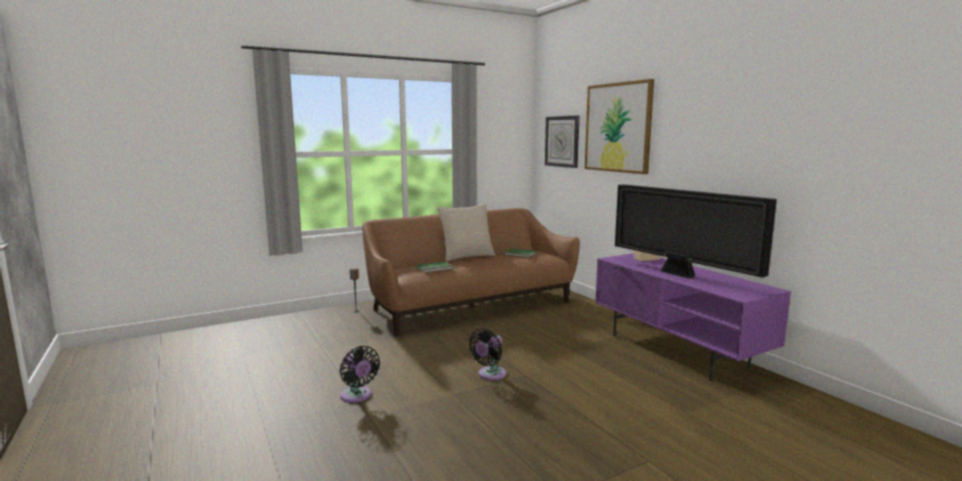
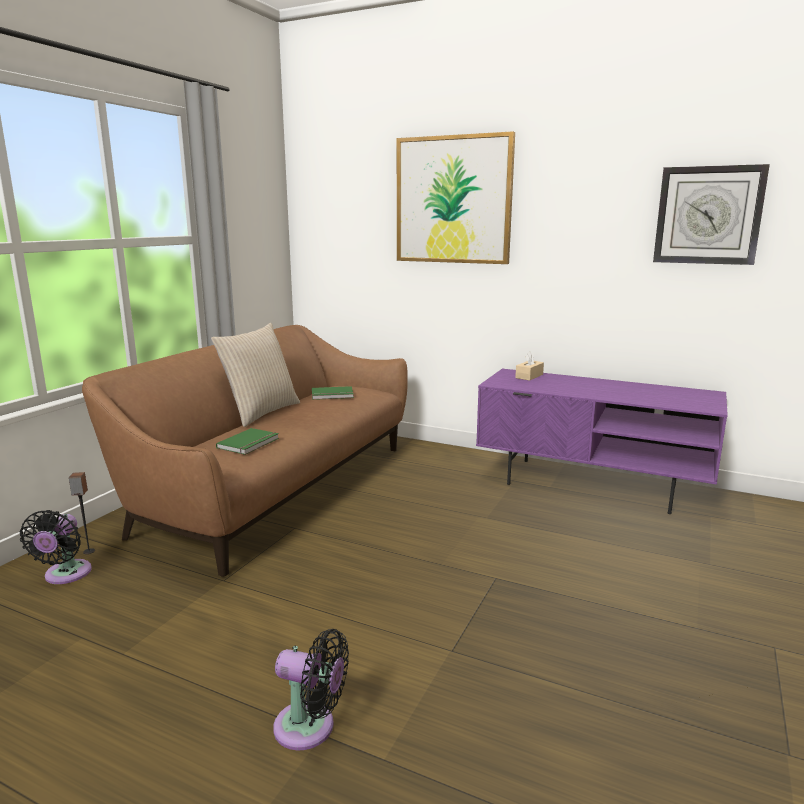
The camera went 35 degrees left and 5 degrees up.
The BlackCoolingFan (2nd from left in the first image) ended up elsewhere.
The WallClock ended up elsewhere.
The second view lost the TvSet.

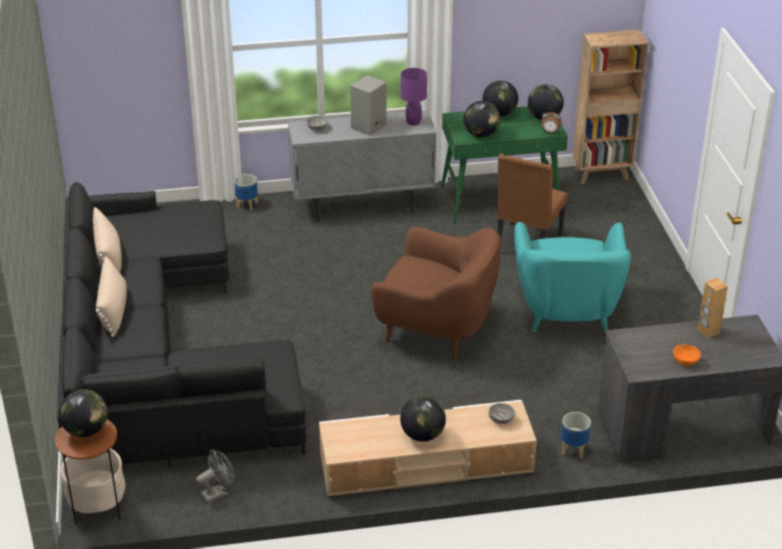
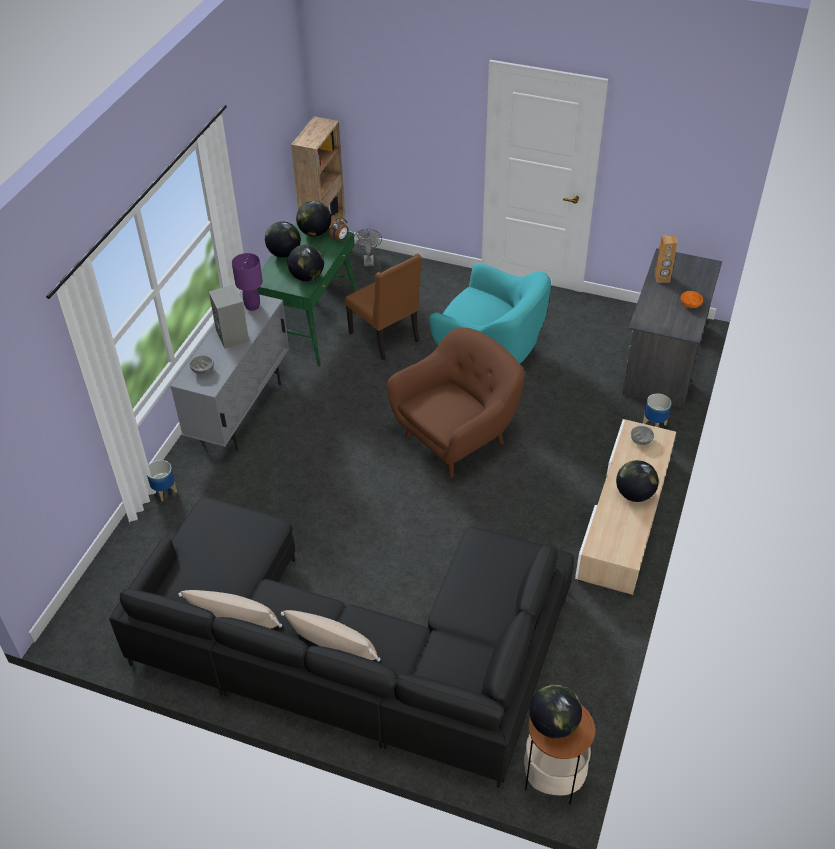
The camera went 60 degrees left and 10 degrees up.
The GrayCoolingFan ended up elsewhere.

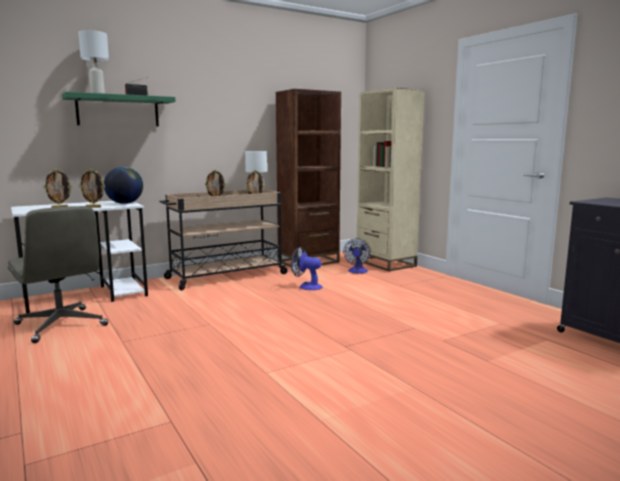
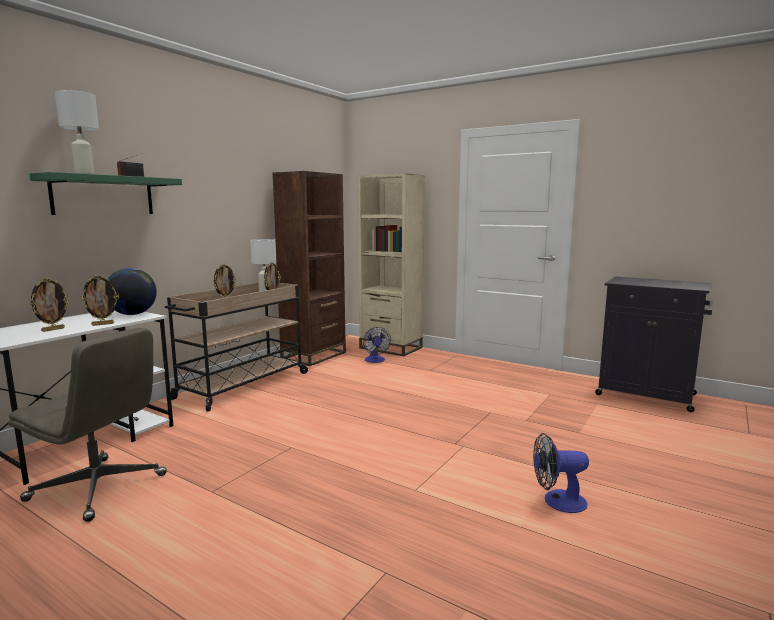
The camera went 25 degrees left and 0 degrees up.
The CoolingFan (1st from left in the first image) ended up elsewhere.

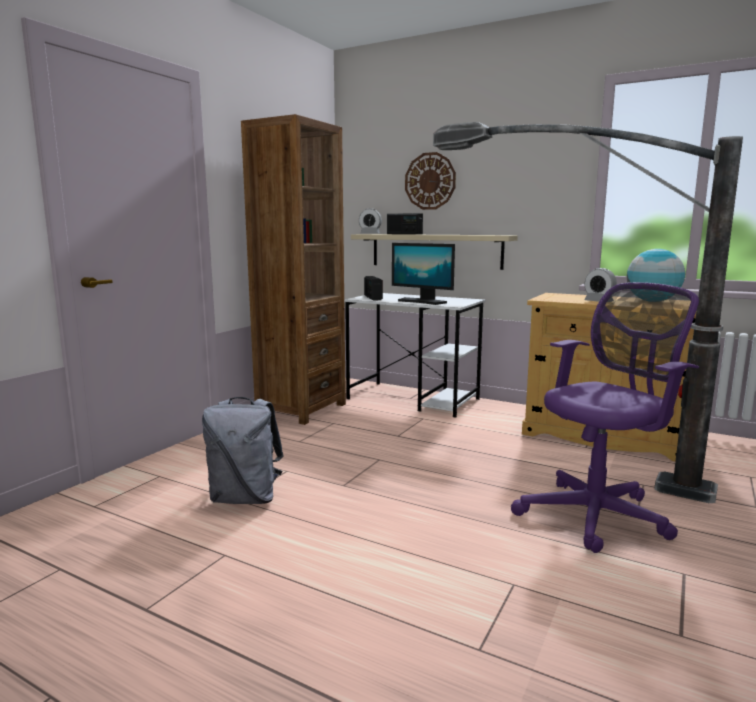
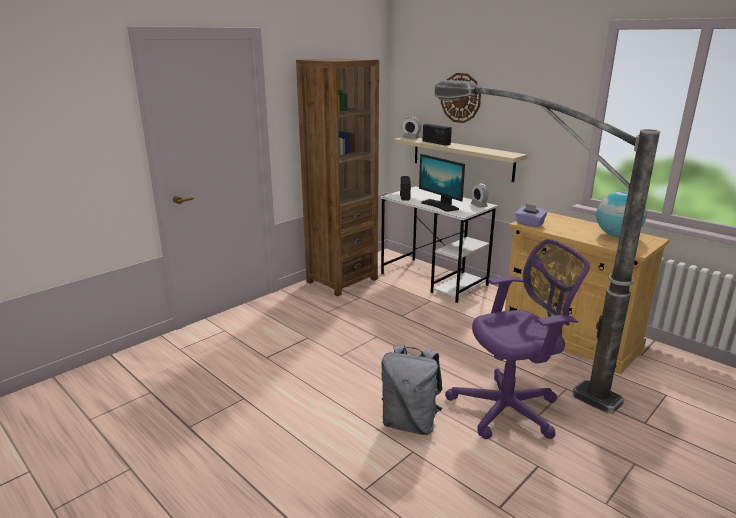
The camera went 15 degrees right and 10 degrees up.
The GrayBackpack ended up elsewhere.
The BedsideClock (2nd from left) ended up elsewhere.
The second view gained the PurplishTissueHolder.

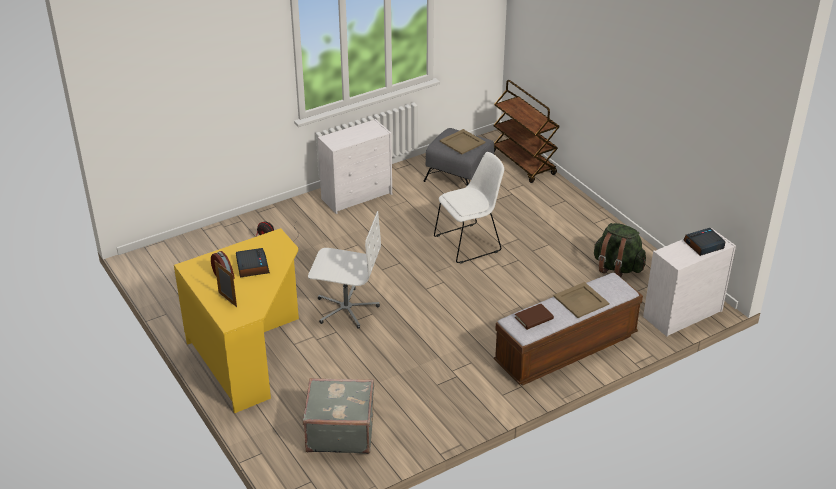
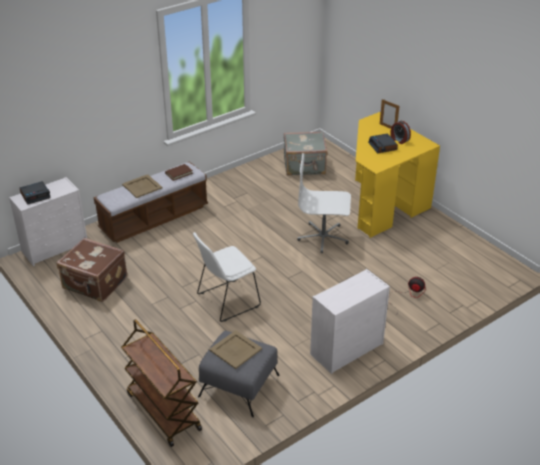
The camera went 175 degrees right and 0 degrees up.
Where the GreenBackpack stood, the BrownPieceOfLuggage came to stand.

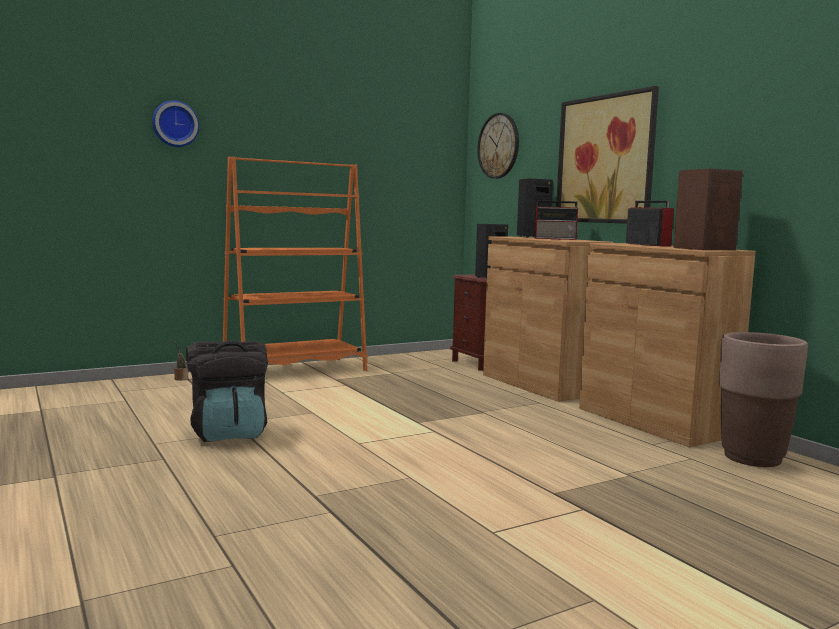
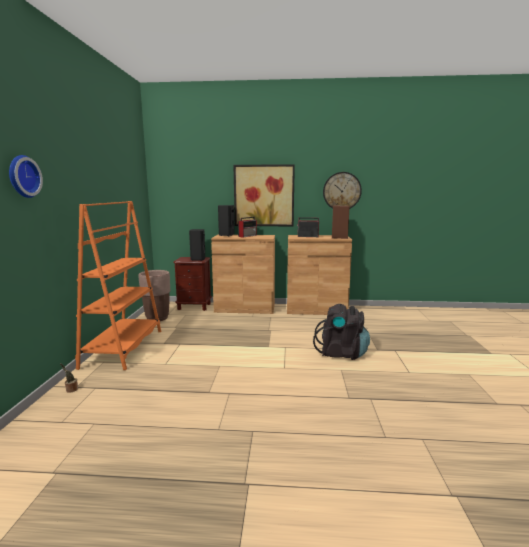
The camera went 55 degrees left and 5 degrees up.
The BlackBackpack ended up elsewhere.
The WallClock (2nd from left) ended up elsewhere.
The BrownPlantPot ended up elsewhere.

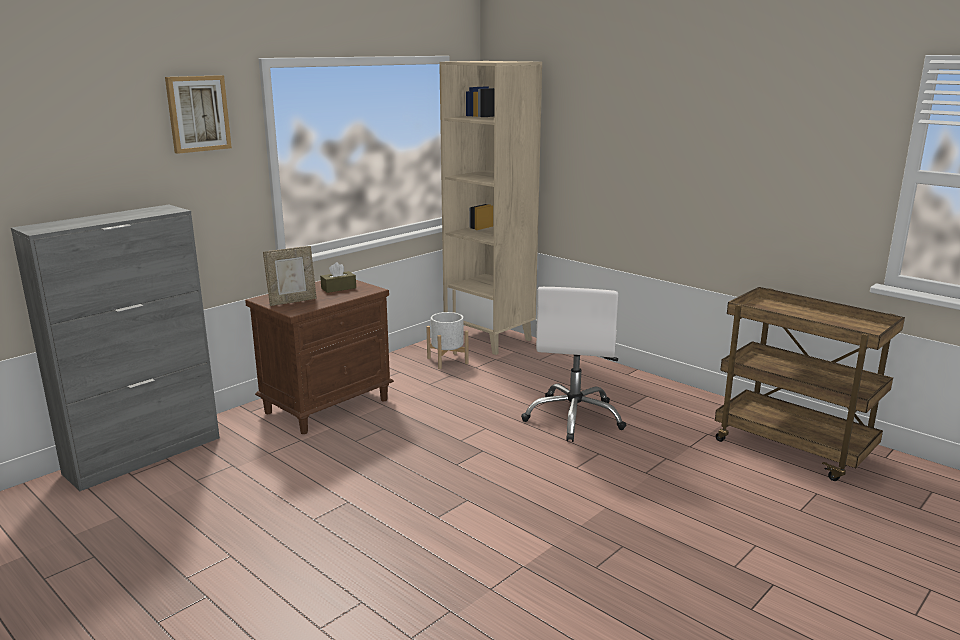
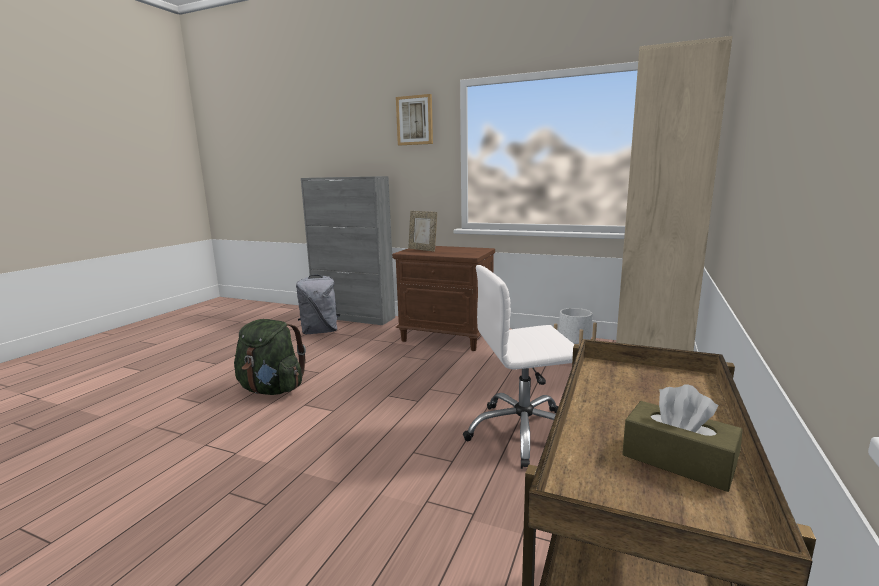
The camera went 70 degrees right and 5 degrees down.
The BrownTissueHolder ended up elsewhere.
The second view gained the GreenBackpack.
The second view gained the GrayBackpack.

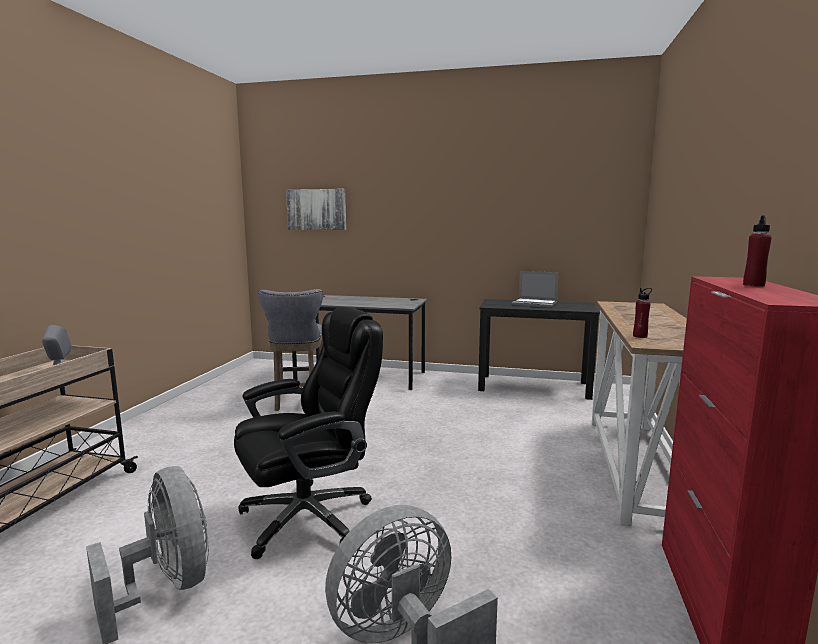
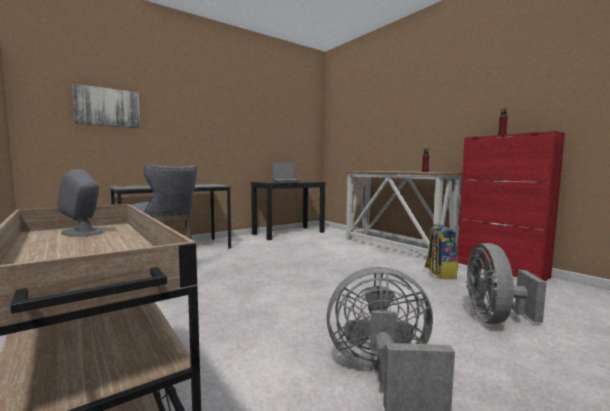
The camera went 50 degrees left and 5 degrees down.
The second view lost the BlackOfficeChair.
The second view gained the Backpack.

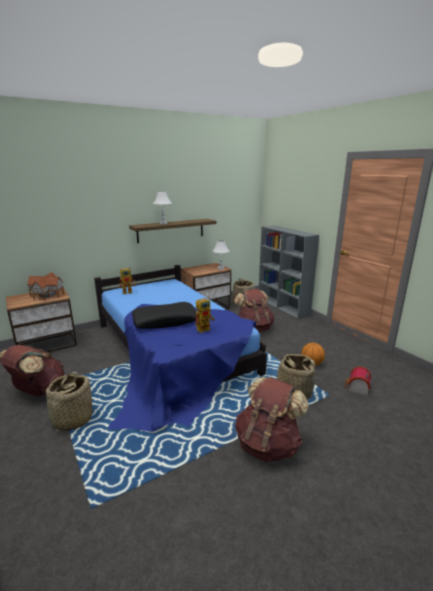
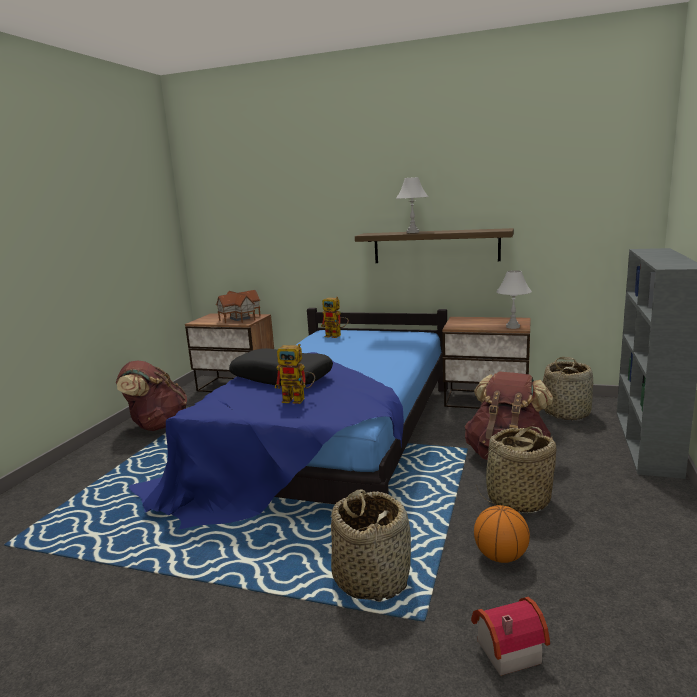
The camera went 50 degrees right and 5 degrees down.
The Basket (1st from left in the first image) ended up elsewhere.
The second view lost the BrownBackpack (3rd from left).

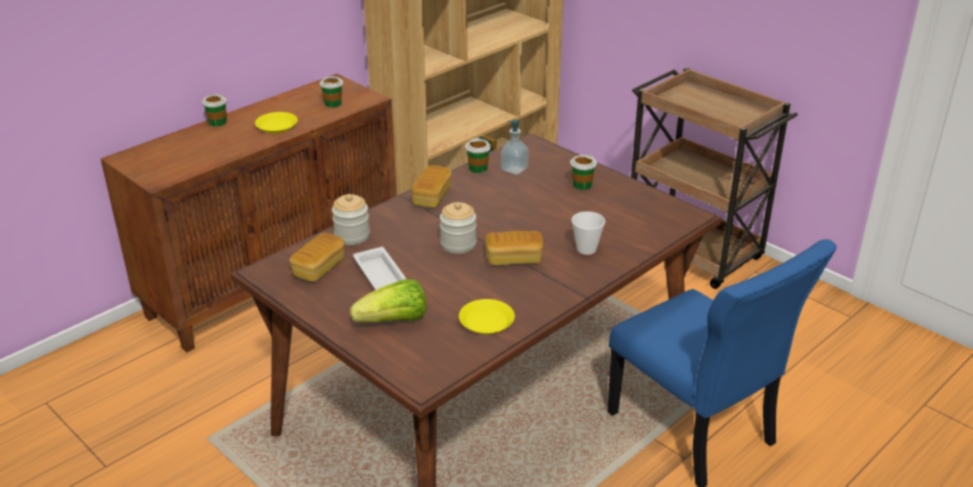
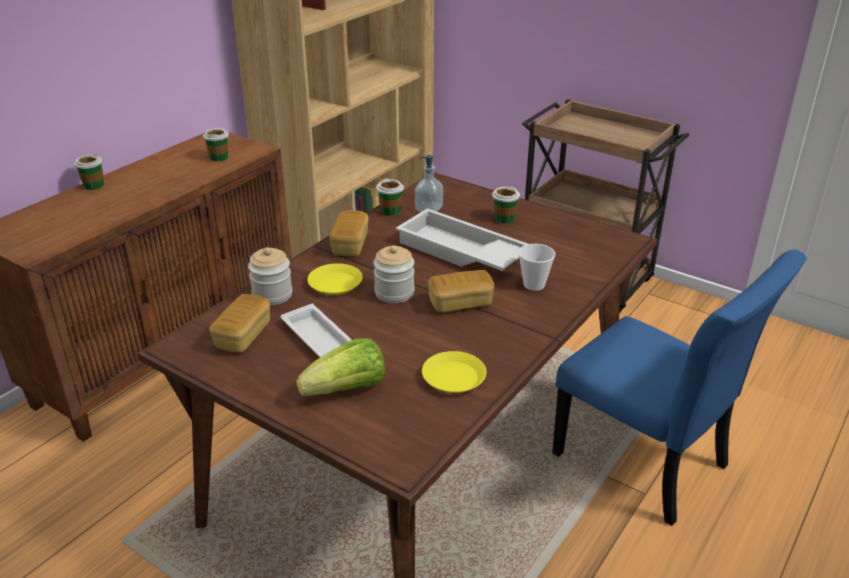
The camera went 10 degrees left and 0 degrees up.
The YellowColouredPlate (1st from left) ended up elsewhere.
The second view gained the WhitishServingTray (2nd from left).

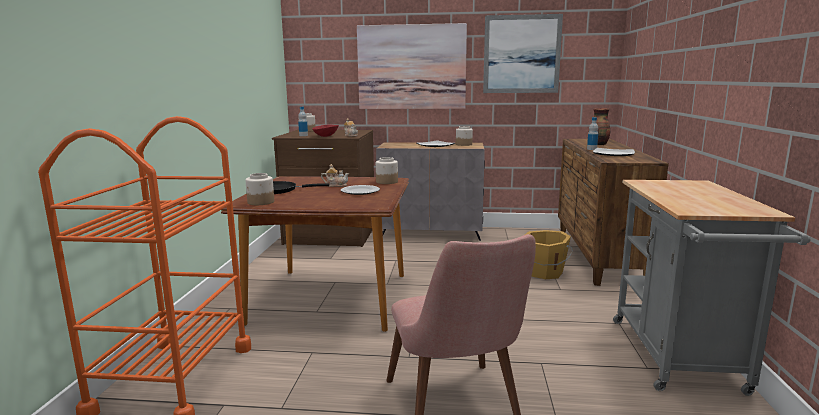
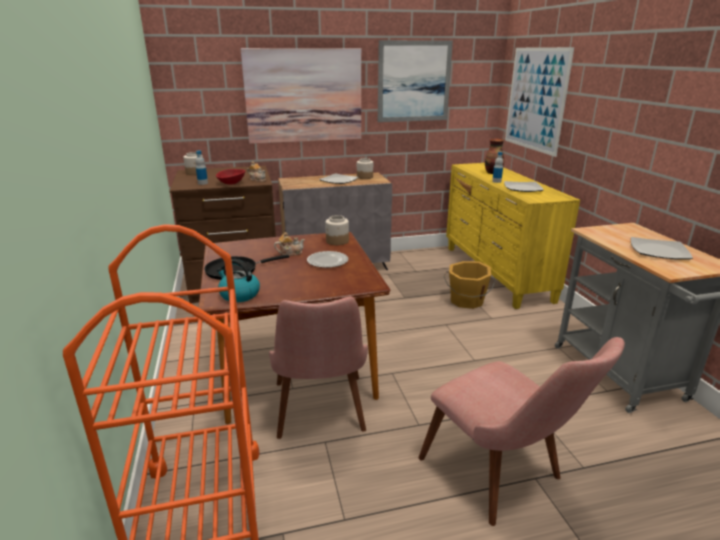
The camera went 20 degrees left and 10 degrees up.
Where the StorageJar (1st from left) stood, the TeaKettle came to stand.
What was the BrownDresser (2nd from left) turned into the YellowColouredDresser.
The second view gained the PinkishPlainChair (1st from left).
The second view gained the WallPicture (3rd from left).
The second view gained the Plate (4th from left).

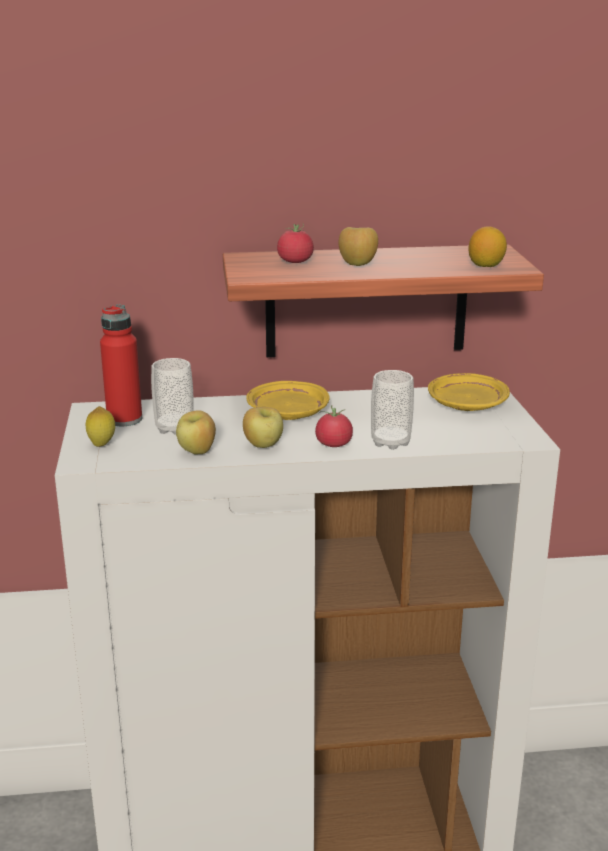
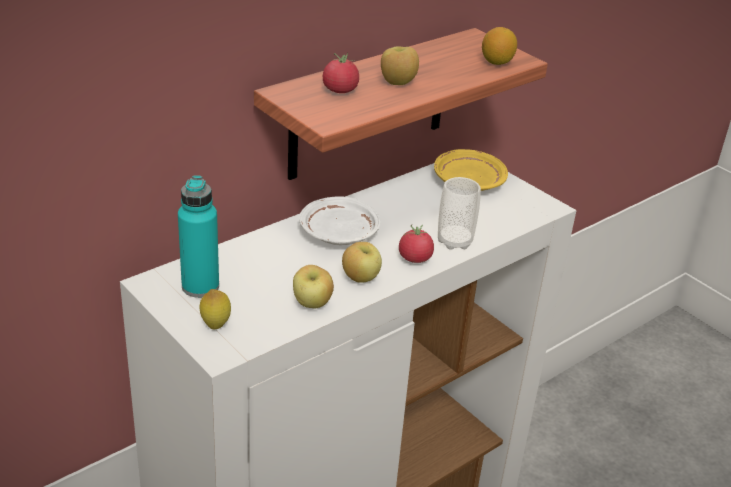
The camera went 35 degrees left and 10 degrees up.
What was the RedBeverageBottle turned into the BlueGreenBeverageBottle.
The second view lost the SmallCup (1st from left).
What was the YellowColouredPlate (1st from left) turned into the WhitishPlate.

